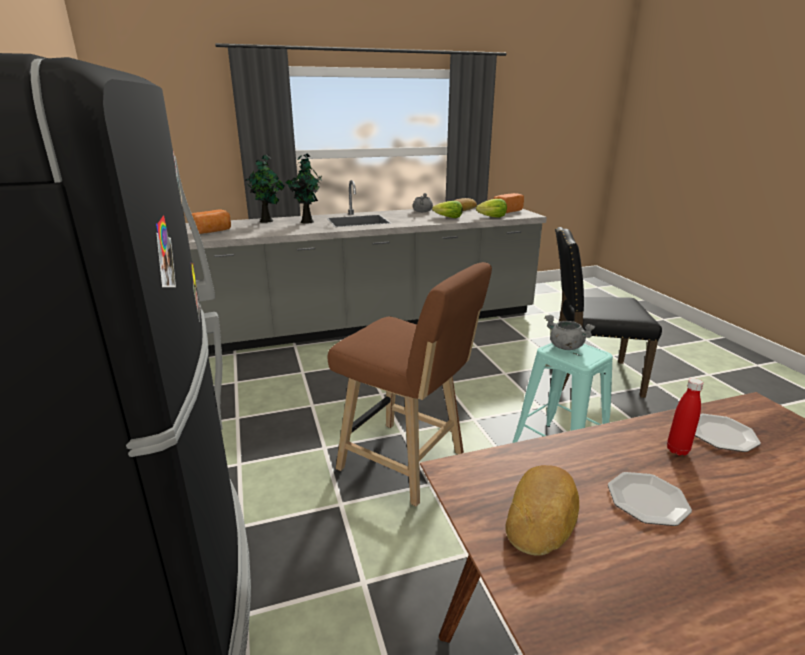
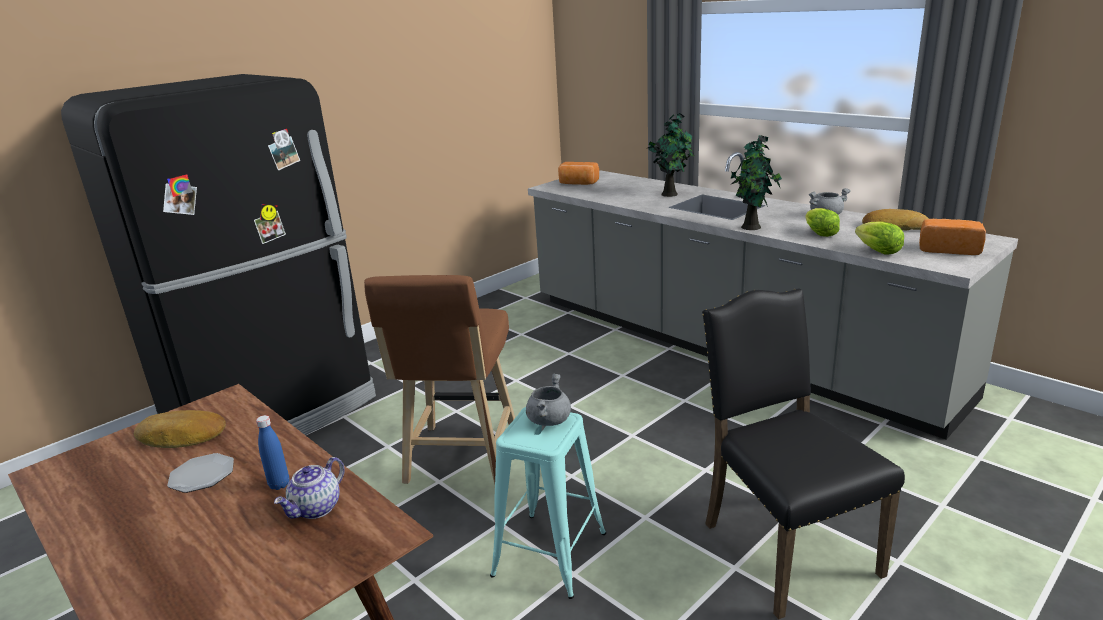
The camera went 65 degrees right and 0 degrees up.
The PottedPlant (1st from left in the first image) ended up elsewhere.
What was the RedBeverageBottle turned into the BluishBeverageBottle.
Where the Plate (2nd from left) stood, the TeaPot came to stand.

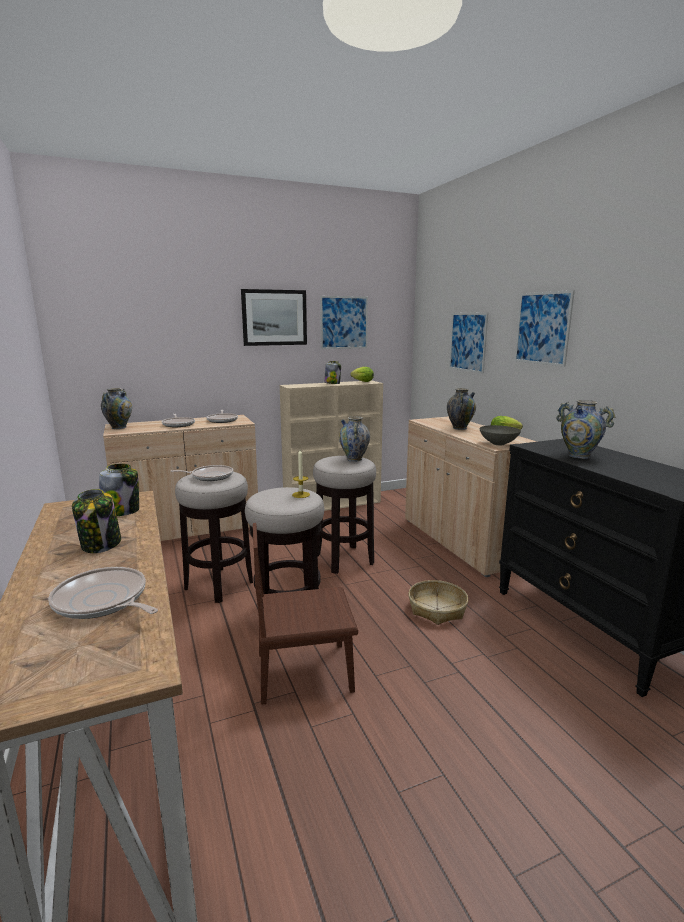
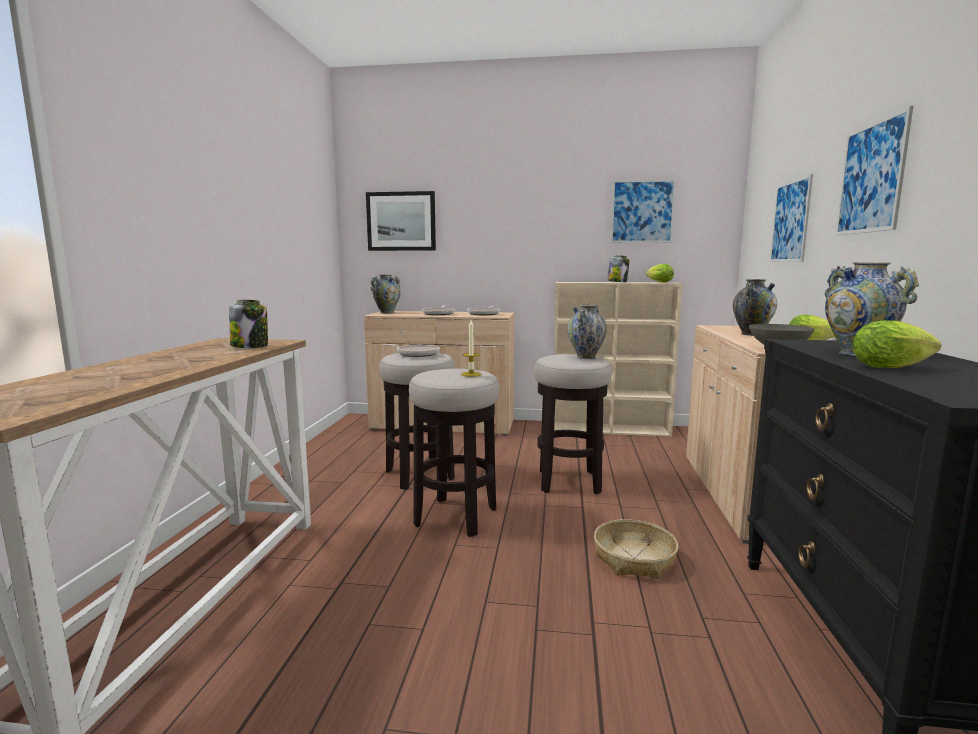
The camera went 30 degrees right and 5 degrees down.
The second view lost the Skillet (1st from left).
The second view lost the StorageJar (1st from left).
The WallPicture (1st from left) ended up elsewhere.
The second view lost the BrownPlainChair.
The second view gained the Lettuce (3rd from left).

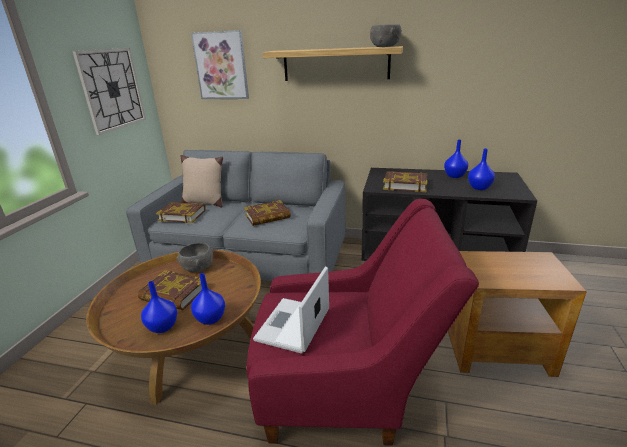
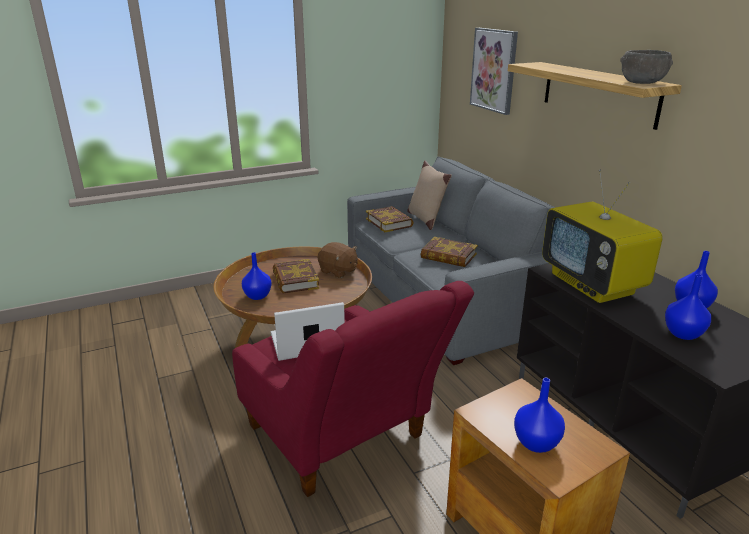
The camera went 50 degrees right and 0 degrees up.
The second view lost the WallClock.
Where the GrayServingBowl (1st from left) stood, the BrownSoftToy came to stand.
The BluishDecorativeVase (2nd from left) ended up elsewhere.
Where the Volume (4th from left) stood, the TvSet came to stand.

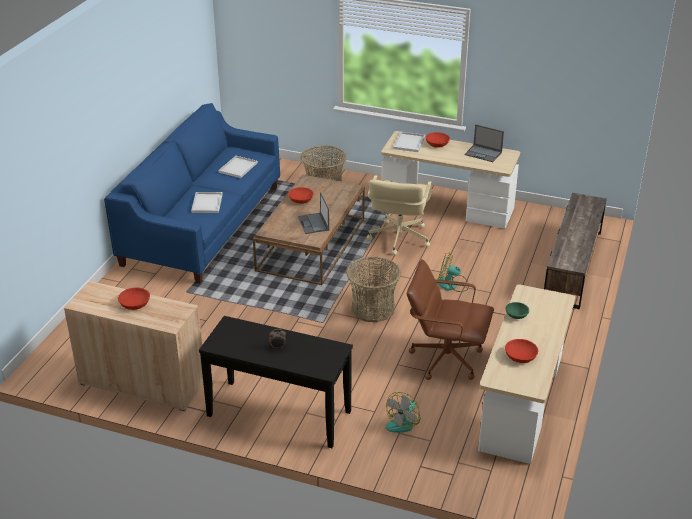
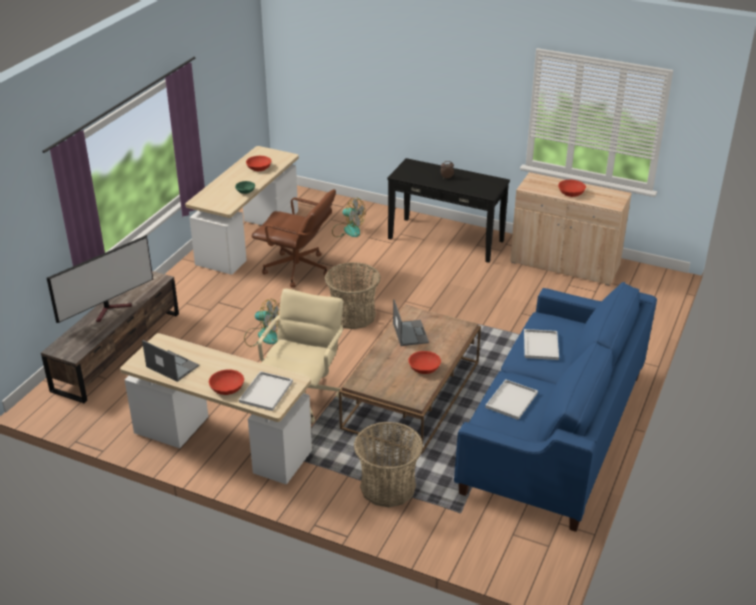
The camera went 175 degrees left and 0 degrees up.
The CoolingFan (1st from left in the first image) ended up facing another way, 75 degrees clockwise from before.
The second view gained the TvSet.

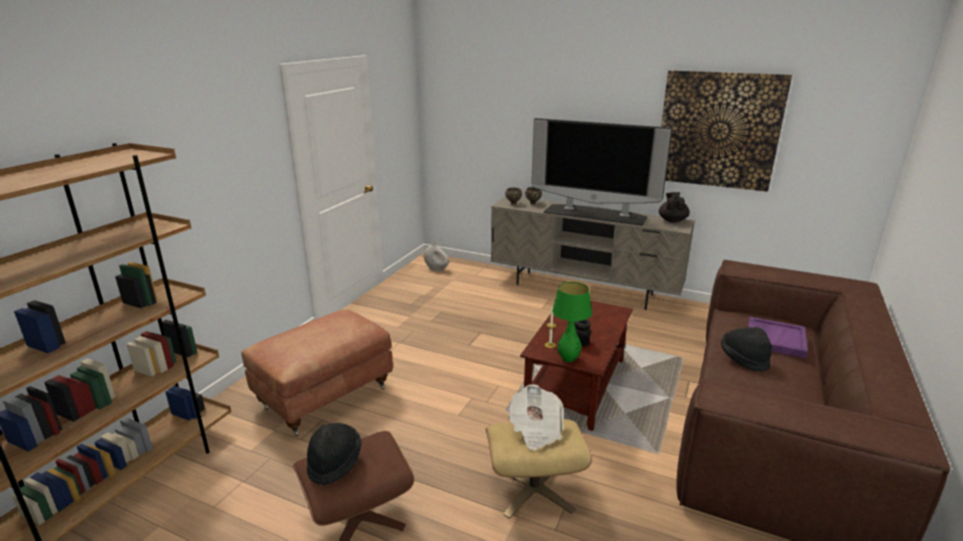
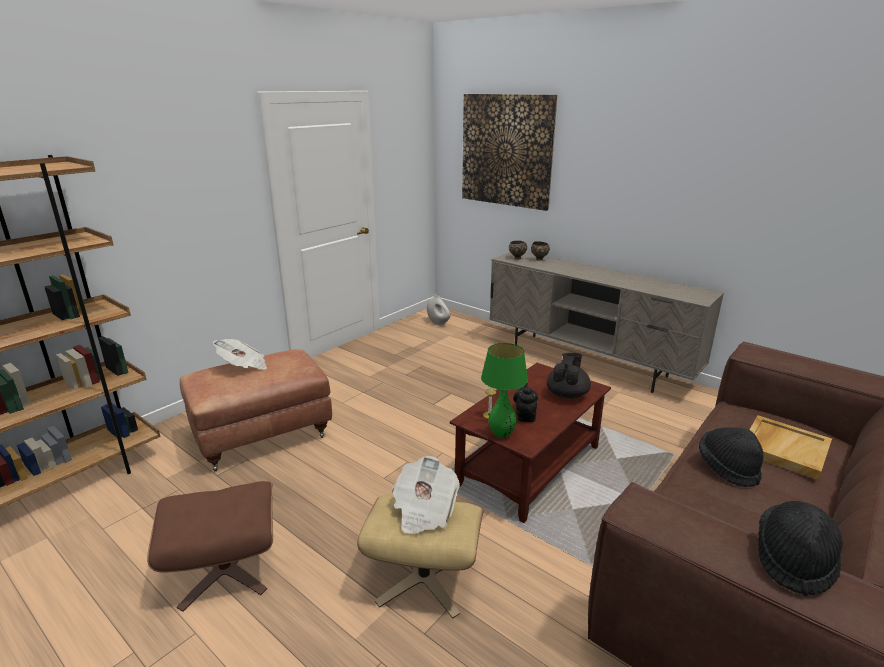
The camera went 15 degrees right and 0 degrees up.
The BlackHat (1st from left in the first image) ended up elsewhere.
The second view lost the TvSet.
The BlackTeaPot (2nd from left) ended up elsewhere.
The WallPicture ended up elsewhere.
What was the PurplishServingTray turned into the BeigeServingTray.
The second view gained the PrintedPaper (1st from left).

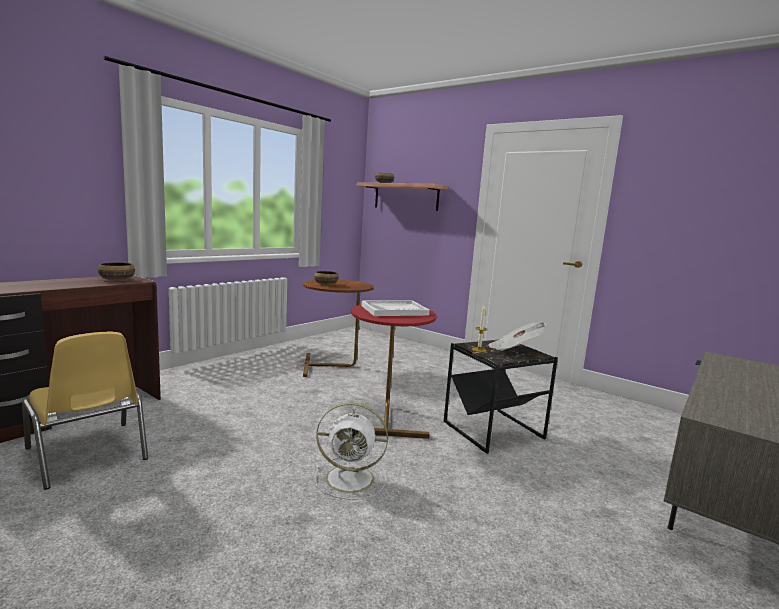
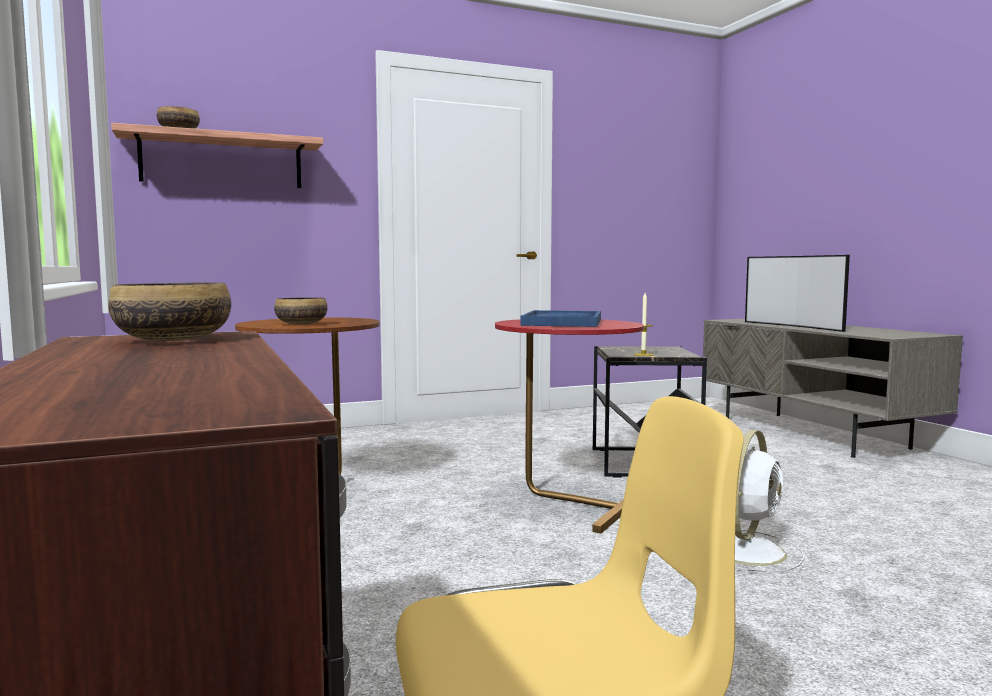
The camera went 60 degrees left and 5 degrees down.
What was the WhitishServingTray turned into the BluishServingTray.
The second view lost the PrintedPaper.
The second view gained the TvSet.

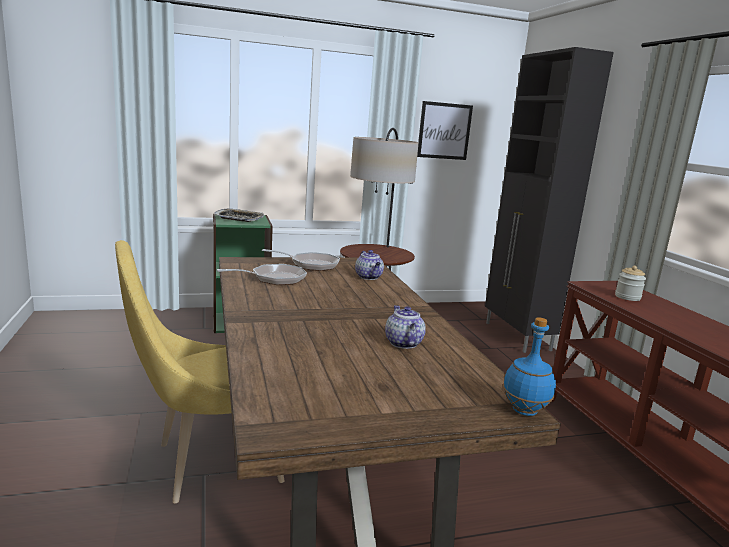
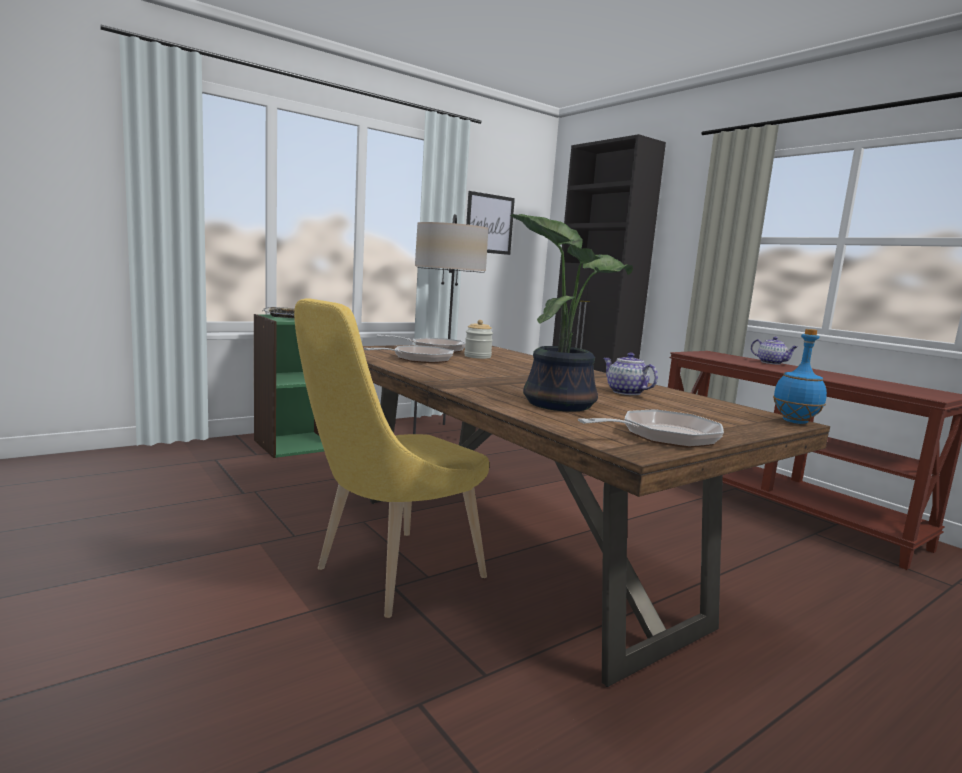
The camera went 20 degrees left and 5 degrees down.
The TeaPot (1st from left in the first image) ended up elsewhere.
The StorageJar ended up elsewhere.
The second view gained the PottedPlant.
The second view gained the Skillet (3rd from left).

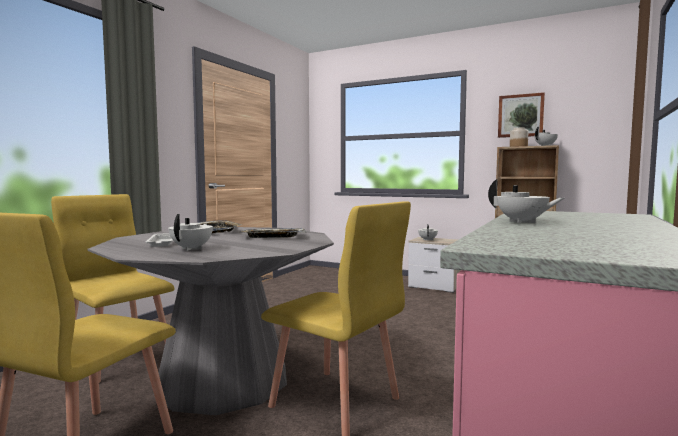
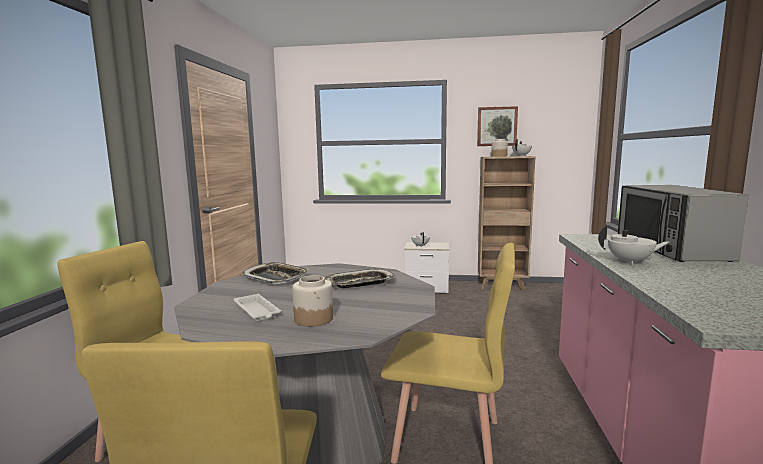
The camera went 20 degrees left and 5 degrees up.
Where the WhitishTeaPot (1st from left) stood, the StorageJar (1st from left) came to stand.
The second view gained the MicrowaveOven.

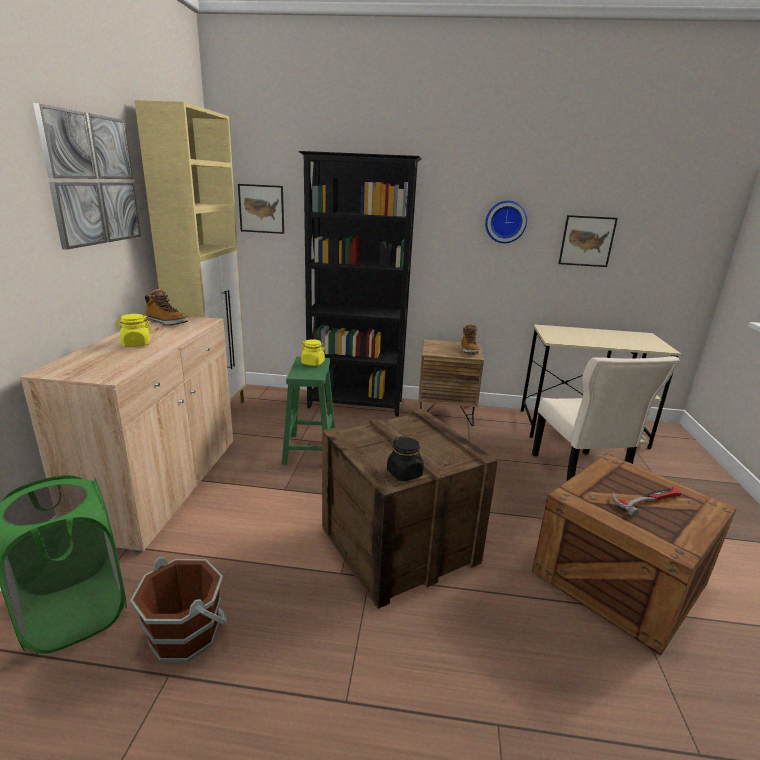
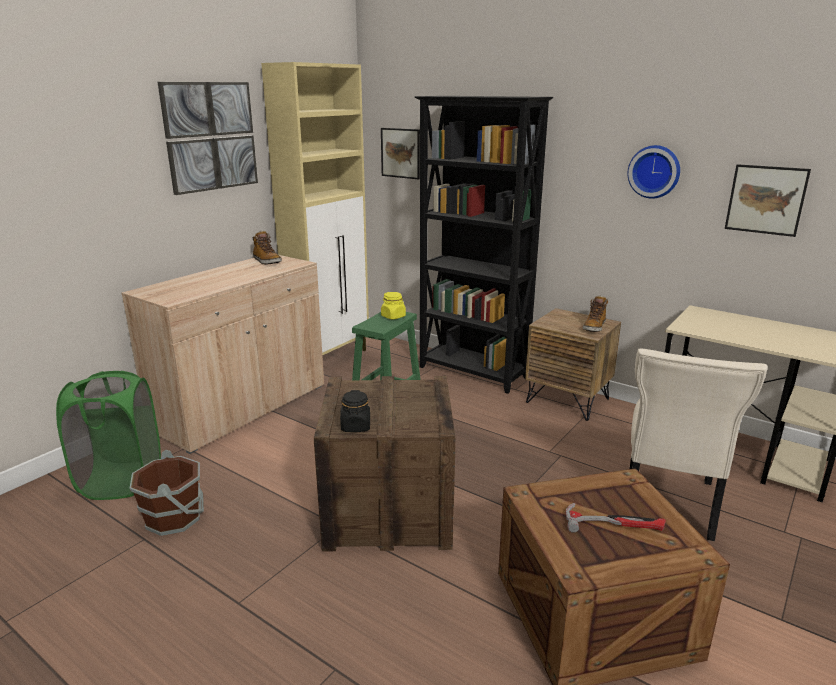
The camera went 30 degrees right and 0 degrees up.
The second view lost the YellowColouredStorageJar (1st from left).

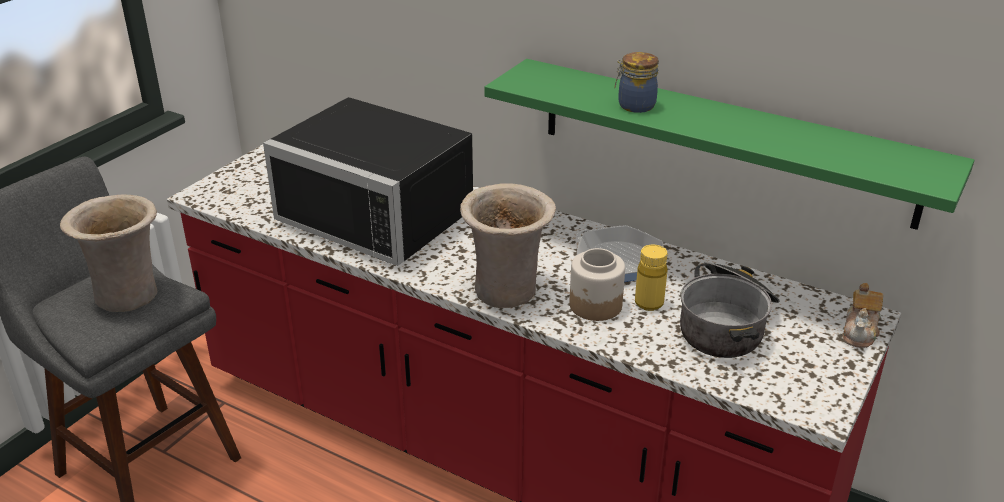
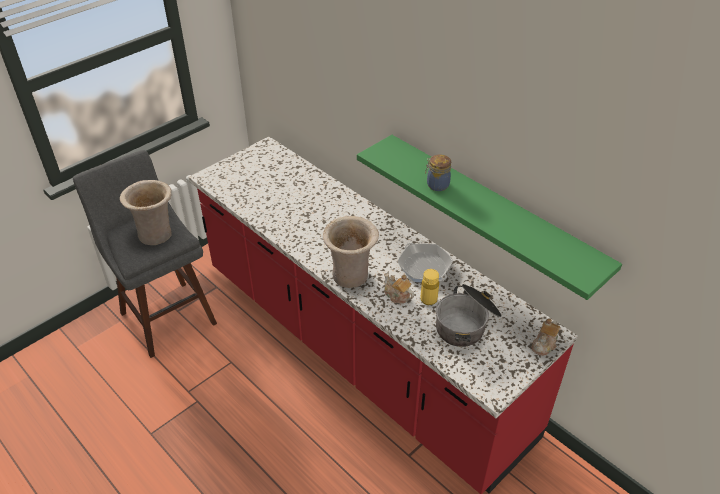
The camera went 15 degrees right and 10 degrees up.
The second view lost the BlackMicrowaveOven.
Where the StorageJar (1st from left) stood, the TeaPot (1st from left) came to stand.

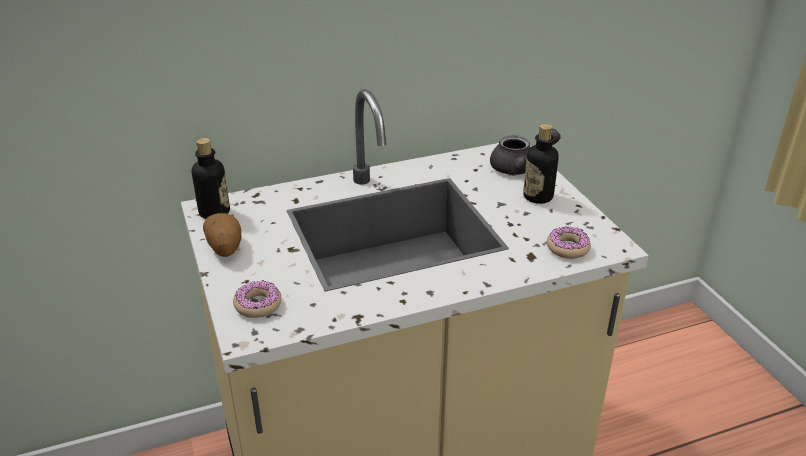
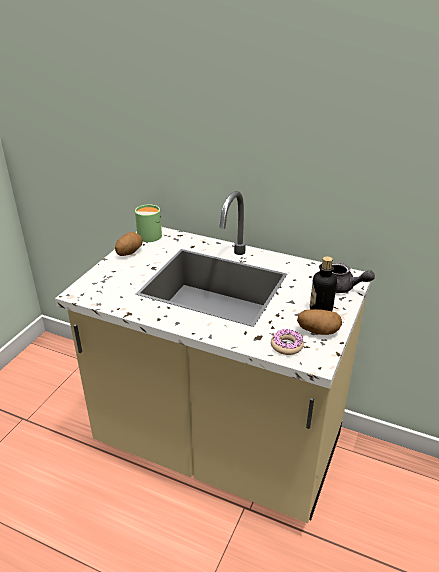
The camera went 45 degrees right and 0 degrees up.
Where the BeverageBottle (1st from left) stood, the GreenCoffeeMug came to stand.
The second view lost the Doughnut (1st from left).
The second view gained the WholePotato (2nd from left).

